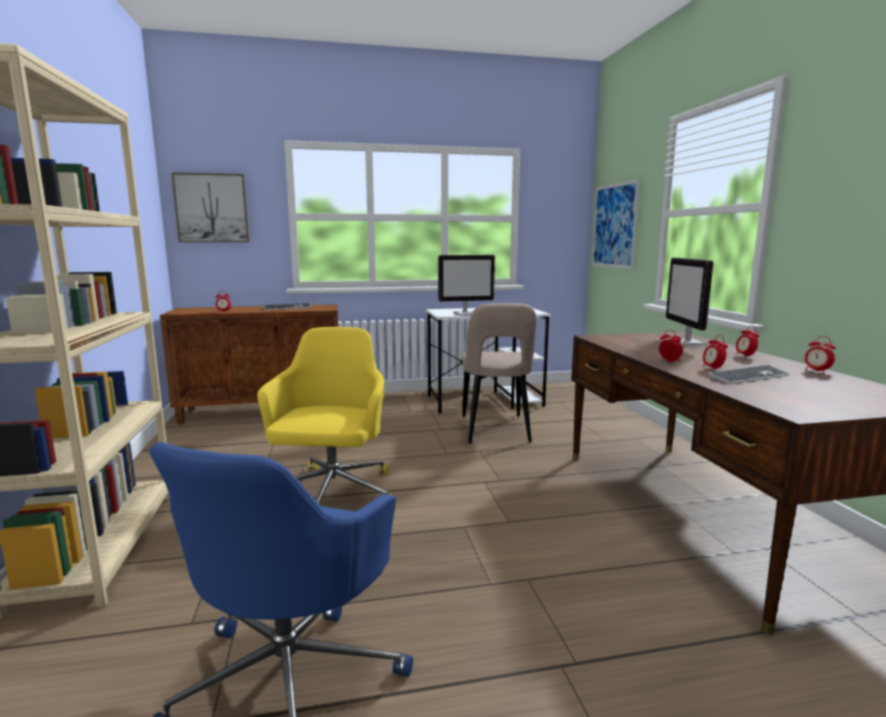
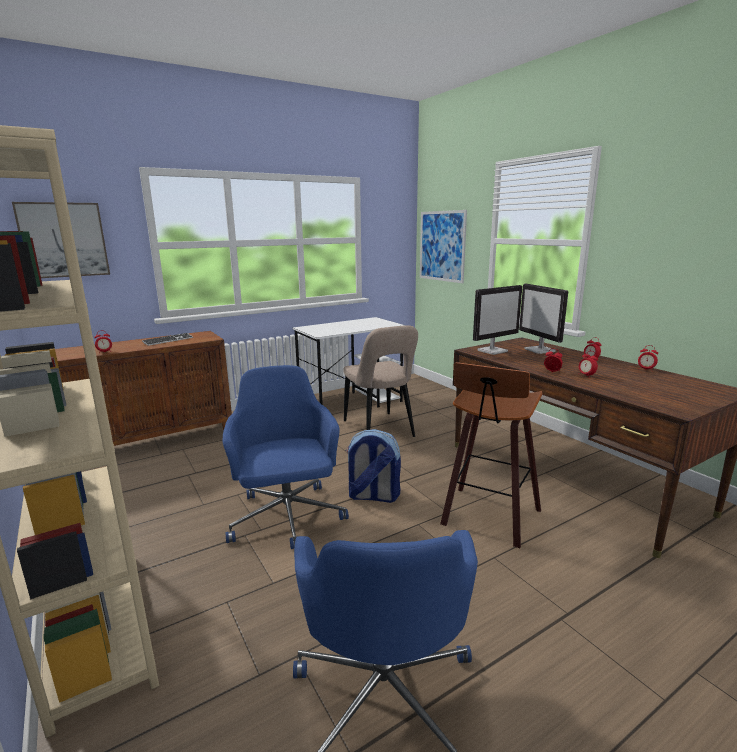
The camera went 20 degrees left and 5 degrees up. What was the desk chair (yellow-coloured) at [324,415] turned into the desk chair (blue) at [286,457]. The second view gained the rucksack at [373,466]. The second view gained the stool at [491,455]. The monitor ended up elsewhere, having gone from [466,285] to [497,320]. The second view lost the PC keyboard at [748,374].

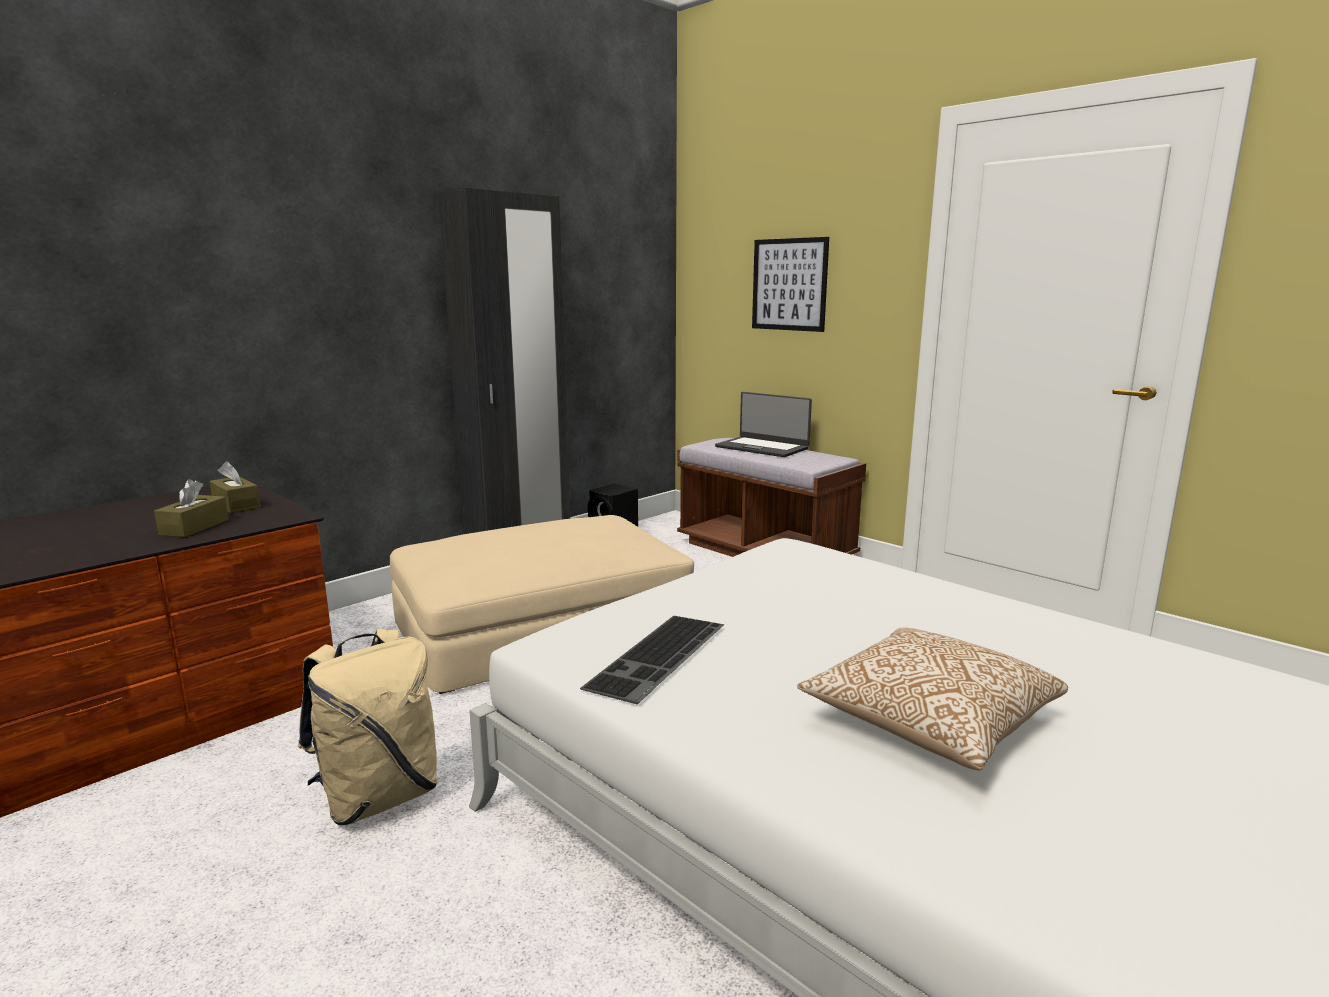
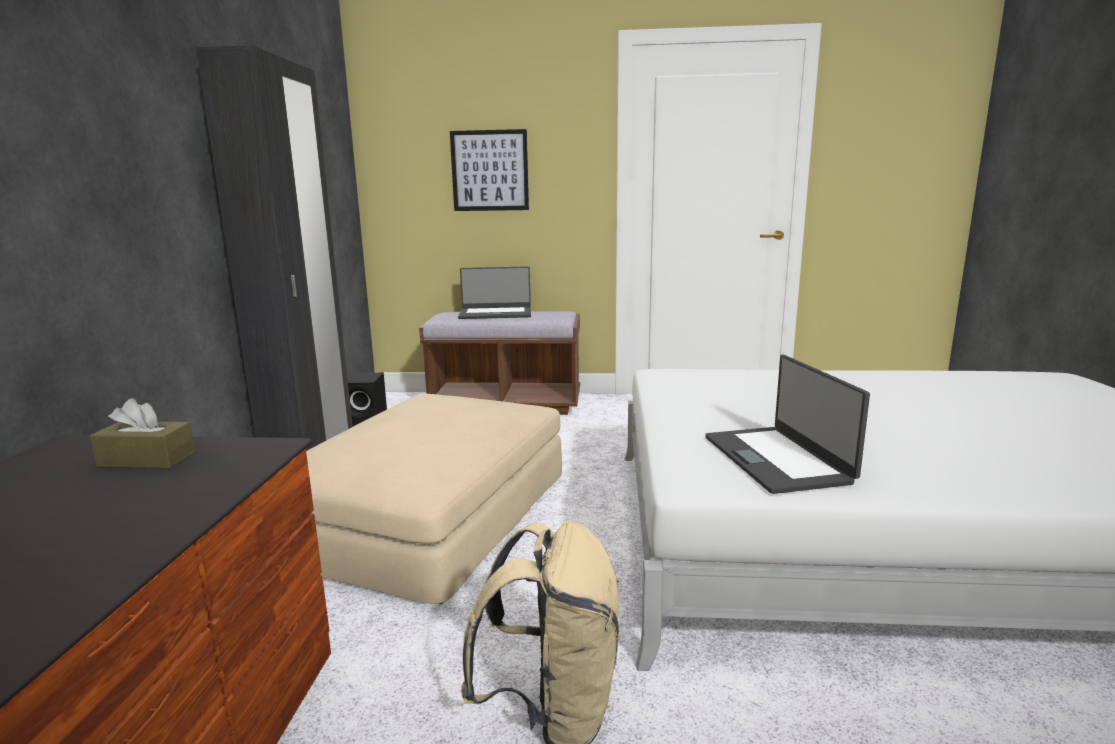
The camera went 40 degrees left and 0 degrees up. Where the PC keyboard stood at [652,660], the notebook computer came to stand at [787,424]. The second view lost the box of tissues (brown-coloured) at [191,508]. The second view lost the throw pillow at [932,699].

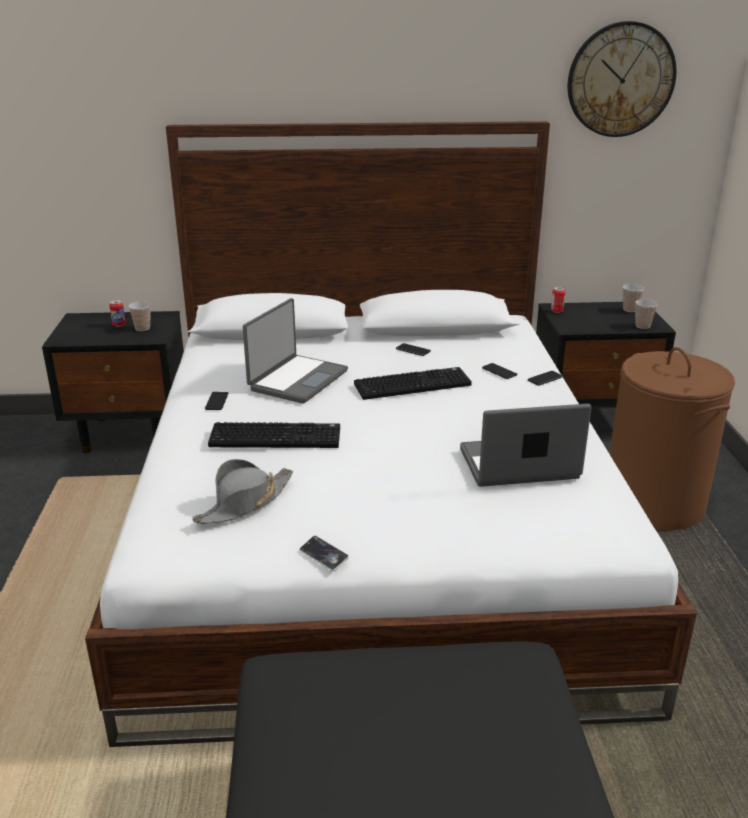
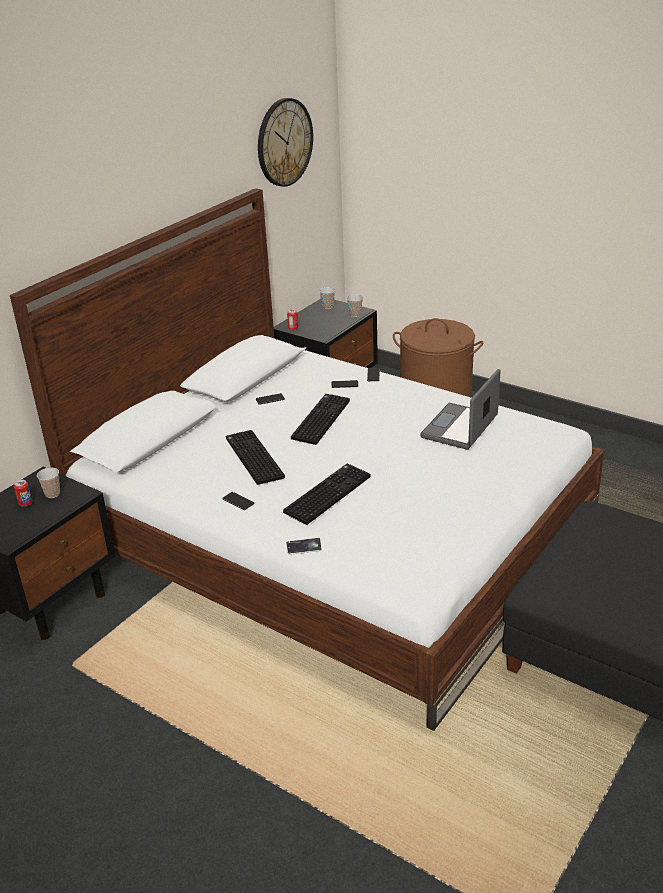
The camera went 50 degrees left and 5 degrees up. Where the notebook computer stood at [295,351], the PC keyboard came to stand at [255,457]. The telephone ended up elsewhere, having gone from [324,553] to [304,546]. The second view lost the clothing hat (greyish) at [242,491].

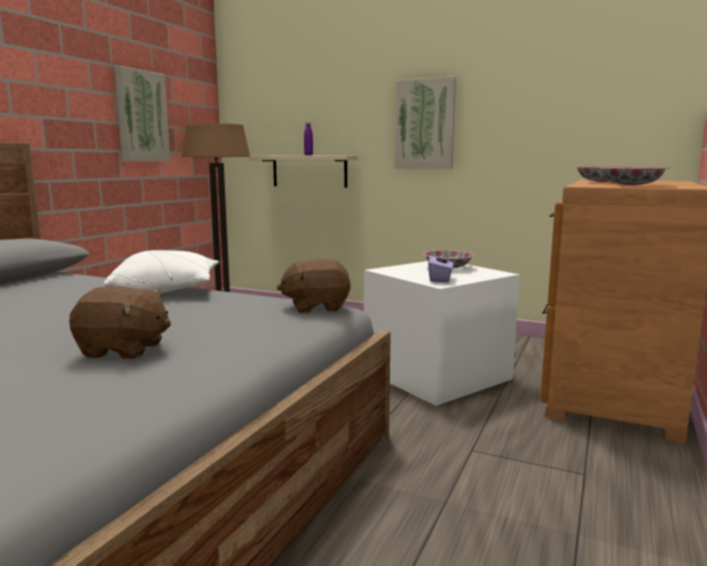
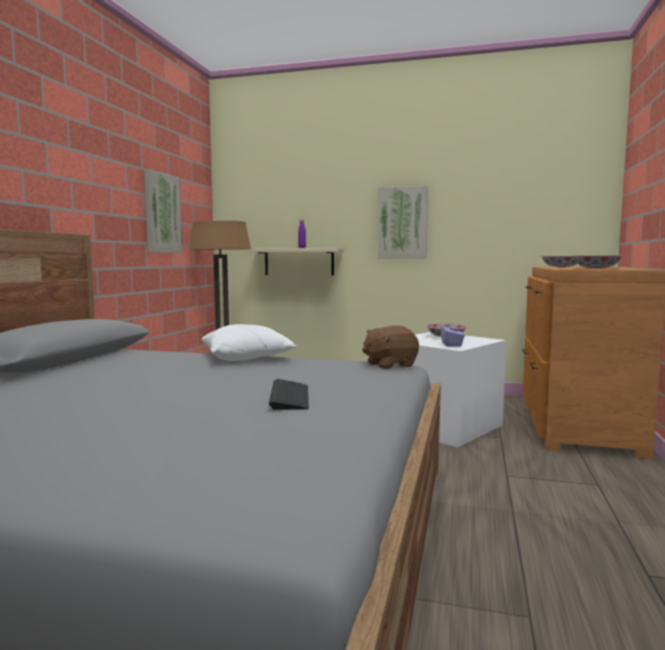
The camera went 10 degrees left and 5 degrees down. Where the cuddly toy (brown-coloured) stood at [120,322], the PC keyboard came to stand at [289,394].

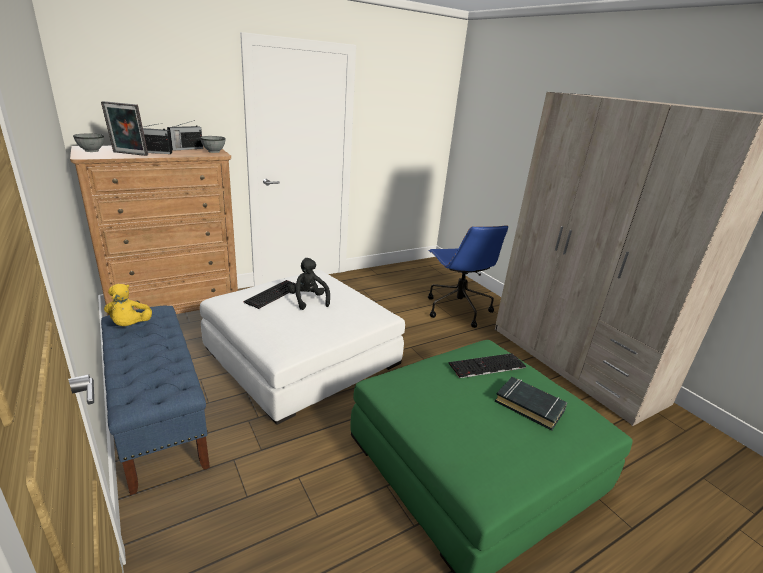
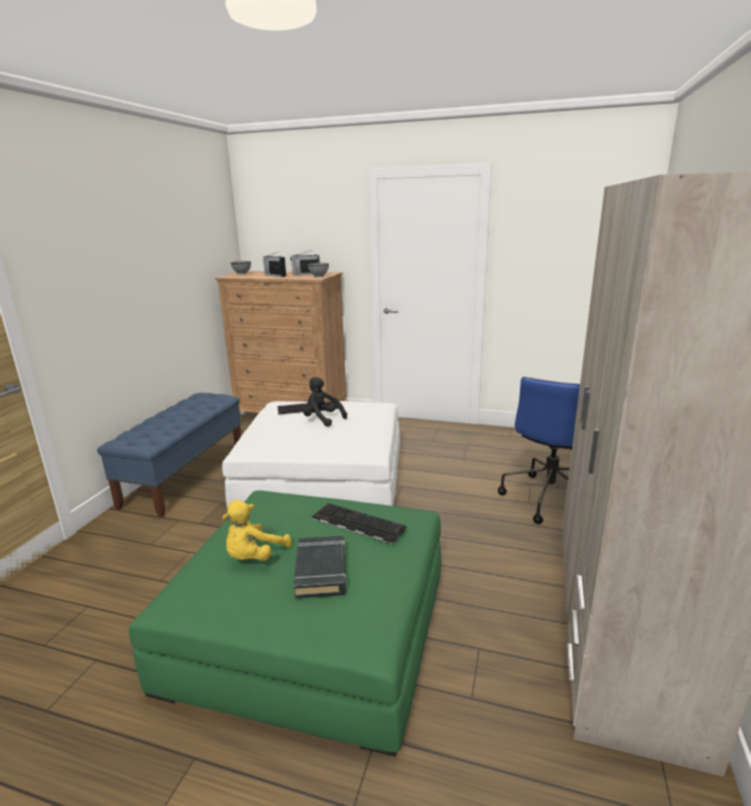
The camera went 50 degrees right and 5 degrees down. The cuddly toy (yellow-coloured) ended up elsewhere, having gone from [128,305] to [257,530]. The cuddly toy (black-coloured) at [309,284] ended up facing another way, 75 degrees counterclockwise from before. The second view lost the picture frame at [124,128].

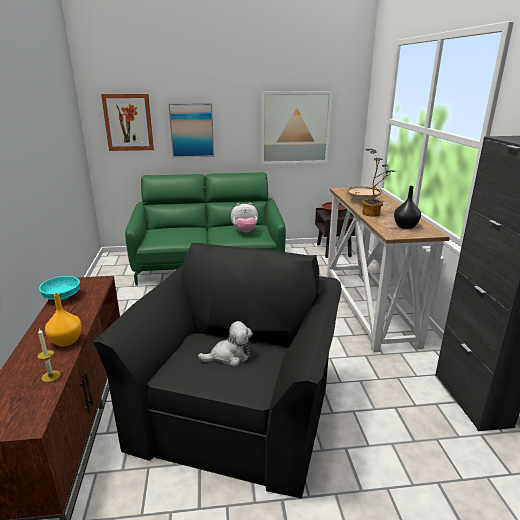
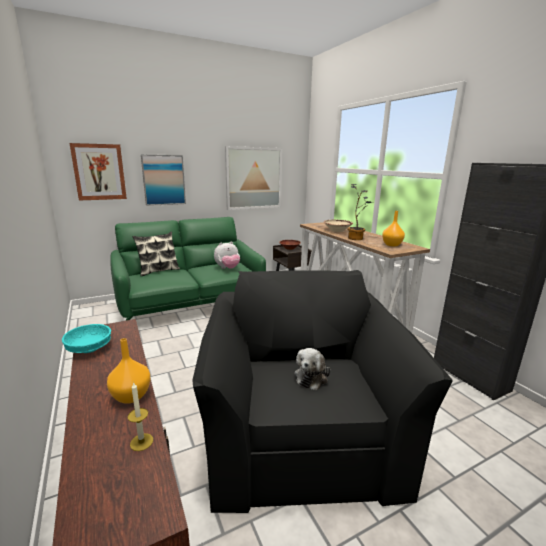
The camera went 20 degrees left and 5 degrees down. The second view gained the throw pillow at [156,254]. The cuddly toy at [225,343] ended up facing another way, 150 degrees clockwise from before. What was the flower vase (black-coloured) at [407,207] turned into the flower vase (orange) at [393,228].

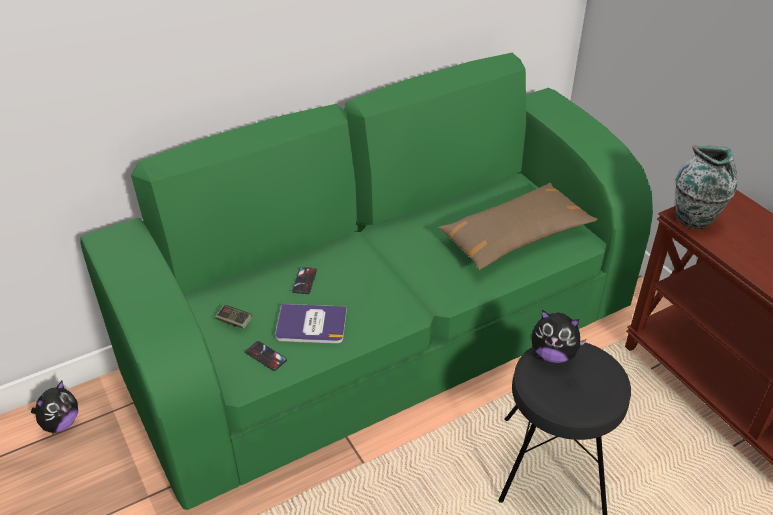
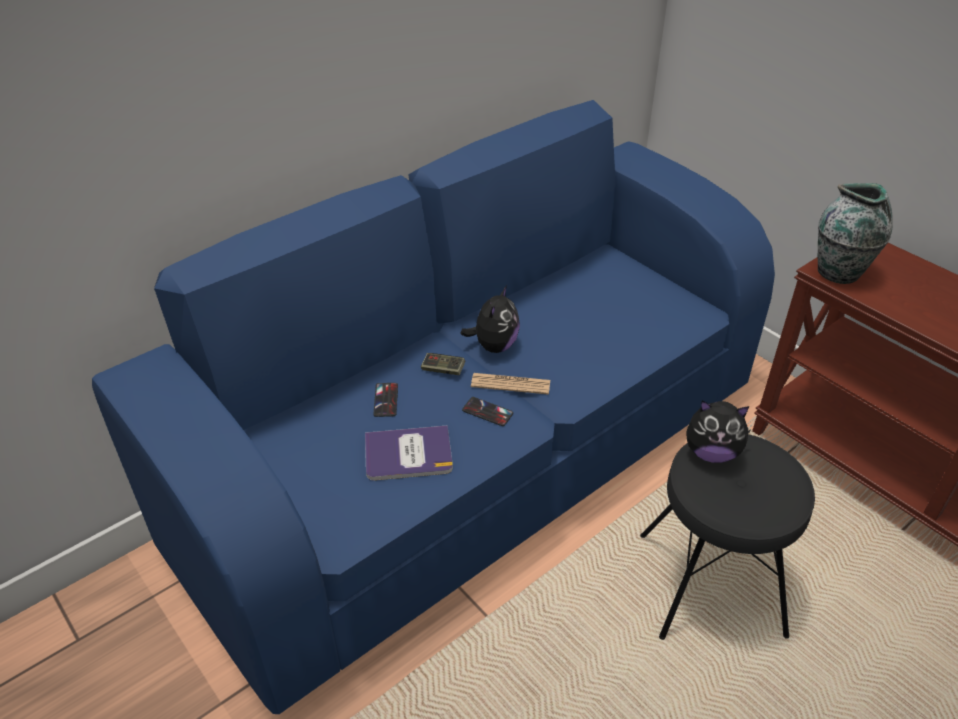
The camera went 10 degrees left and 0 degrees up. What was the sofa (green-coloured) at [366,281] turned into the sofa (blue) at [433,407]. The game controller ended up elsewhere, having gone from [233,317] to [443,364]. The cuddly toy ended up elsewhere, having gone from [54,407] to [490,319]. The telephone ended up elsewhere, having gone from [266,356] to [487,411]. The second view gained the printed paper at [510,384]. The second view lost the throw pillow (brown-coloured) at [517,226].

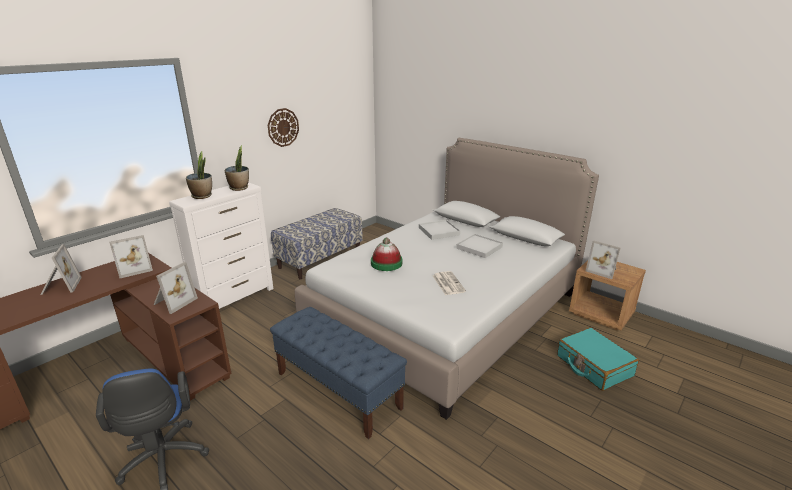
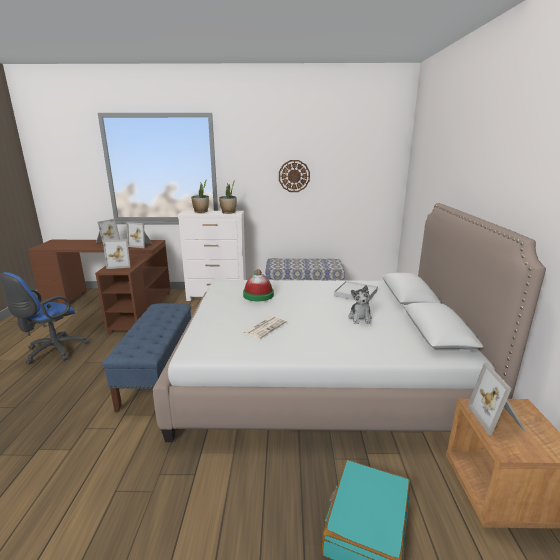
The camera went 50 degrees right and 5 degrees down. Where the serving tray (white-coloured) stood at [479,246], the cuddly toy came to stand at [360,304].

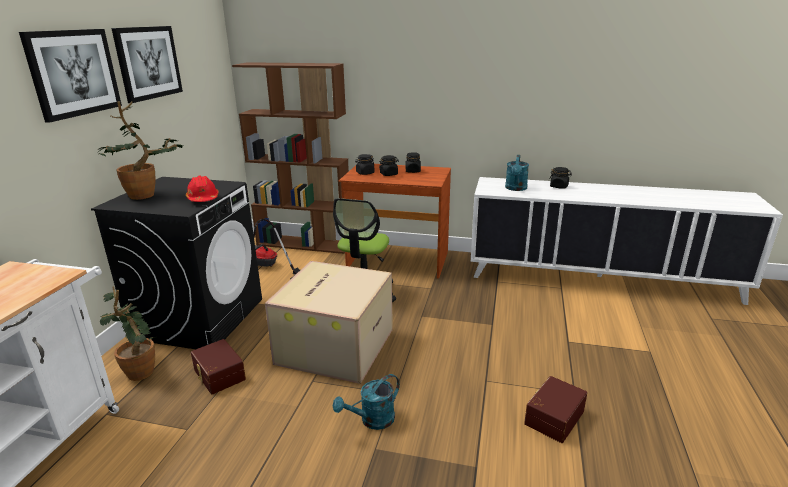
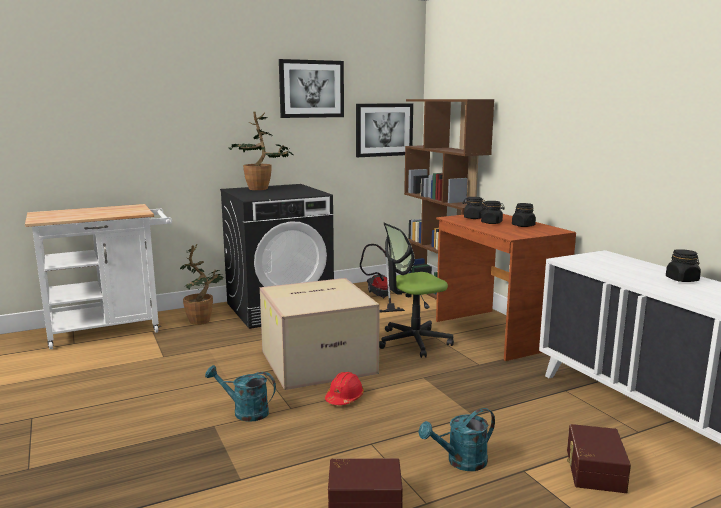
The camera went 50 degrees right and 10 degrees down. The safety helmet (red-coloured) ended up elsewhere, having gone from [202,188] to [344,388]. The wall art ended up elsewhere, having gone from [70,76] to [384,130]. The watering can (turquoise-coloured) ended up elsewhere, having gone from [517,173] to [456,439]. The storage bin (brown-coloured) ended up elsewhere, having gone from [218,367] to [599,458].

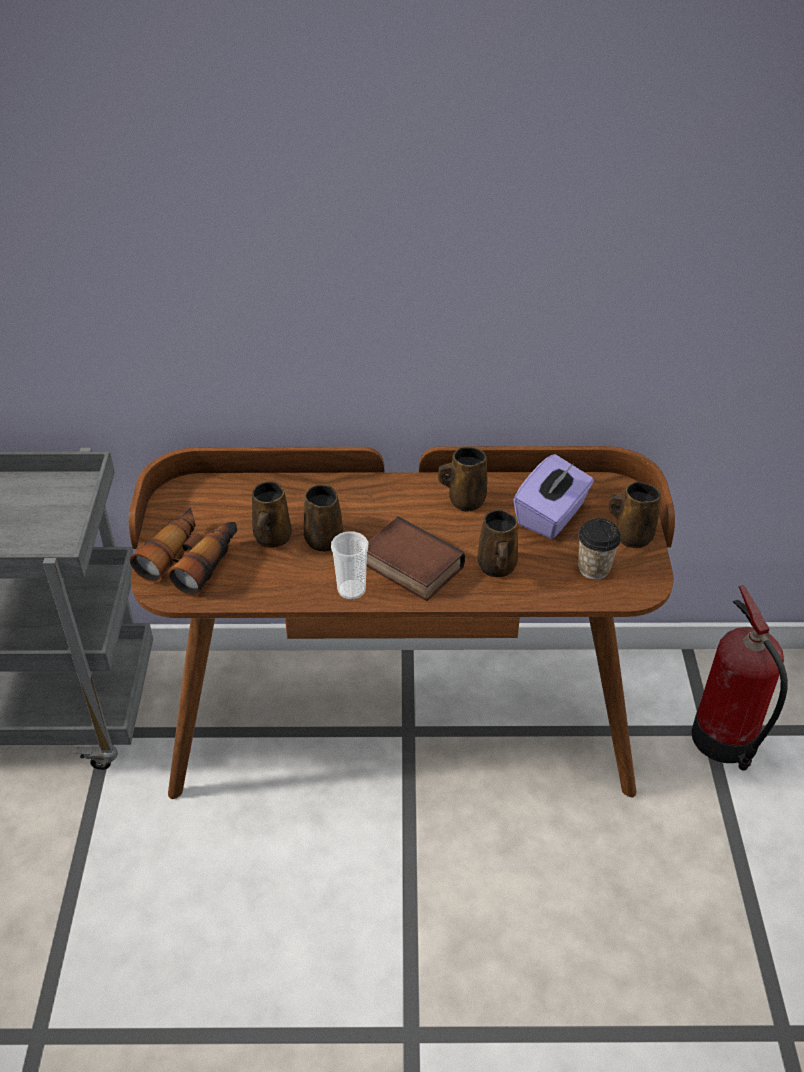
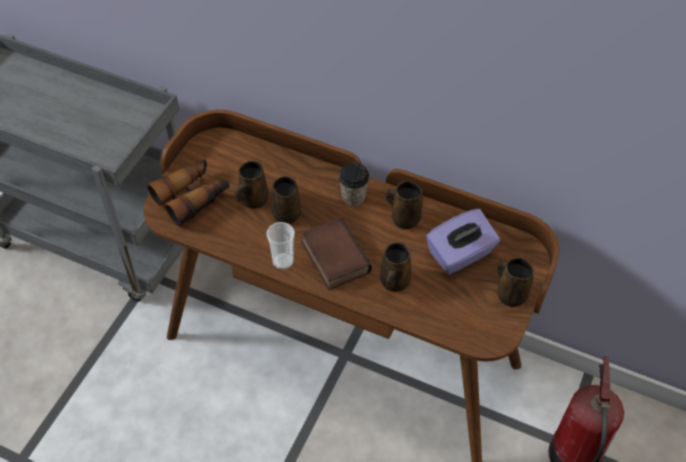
The camera went 25 degrees right and 10 degrees up. The drinking cup ended up elsewhere, having gone from [599,548] to [354,184].

